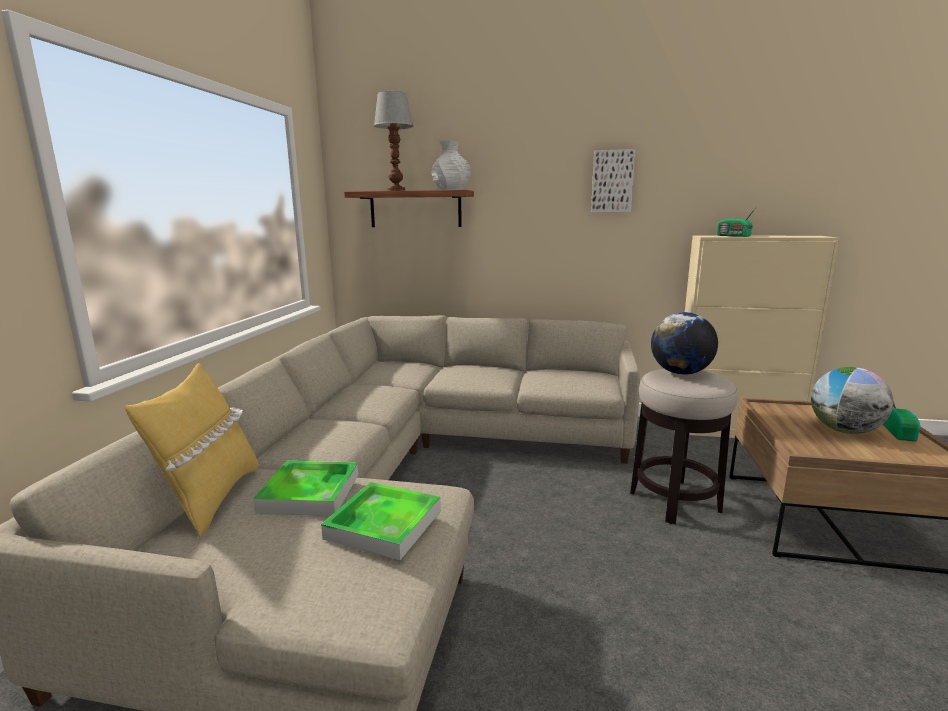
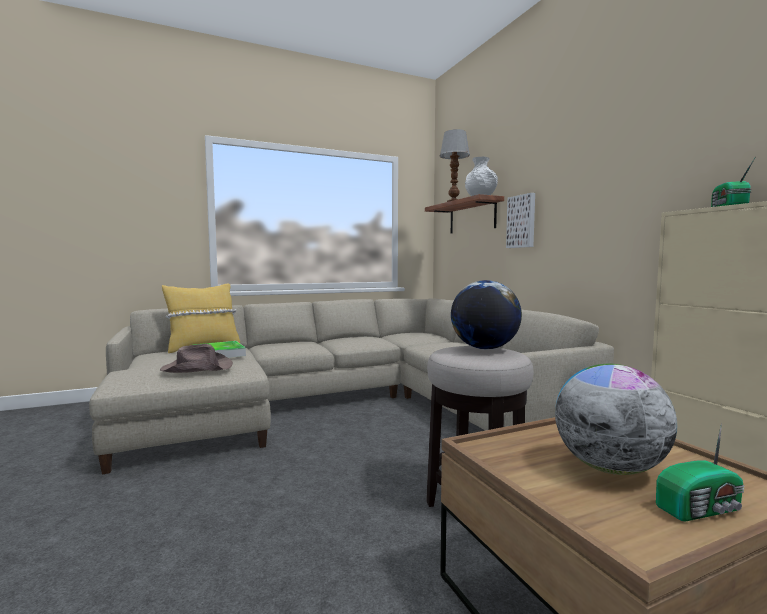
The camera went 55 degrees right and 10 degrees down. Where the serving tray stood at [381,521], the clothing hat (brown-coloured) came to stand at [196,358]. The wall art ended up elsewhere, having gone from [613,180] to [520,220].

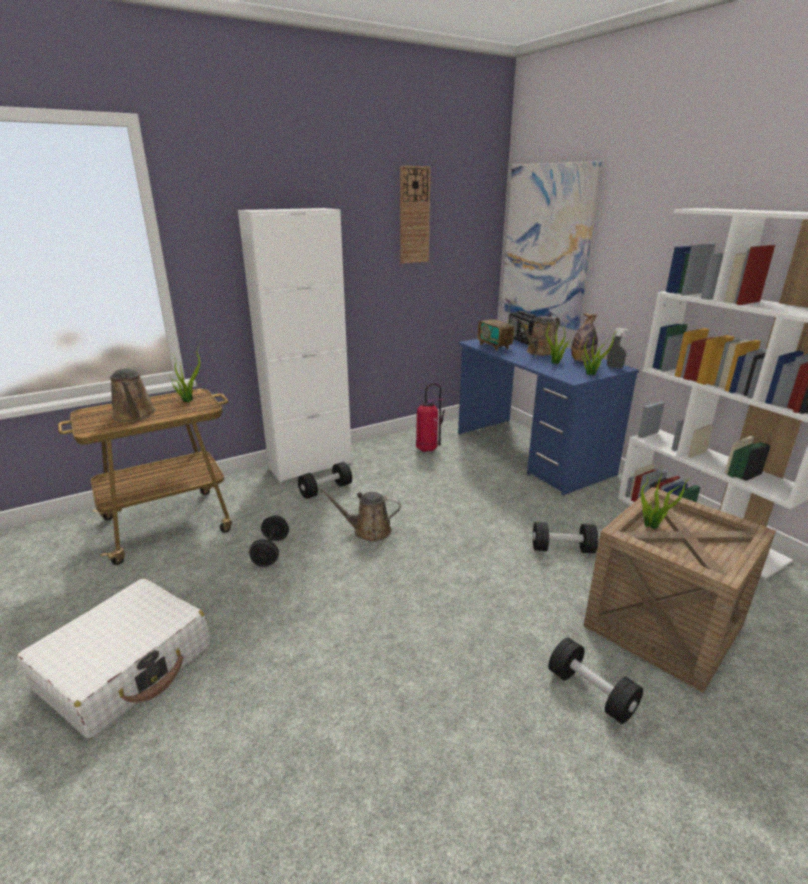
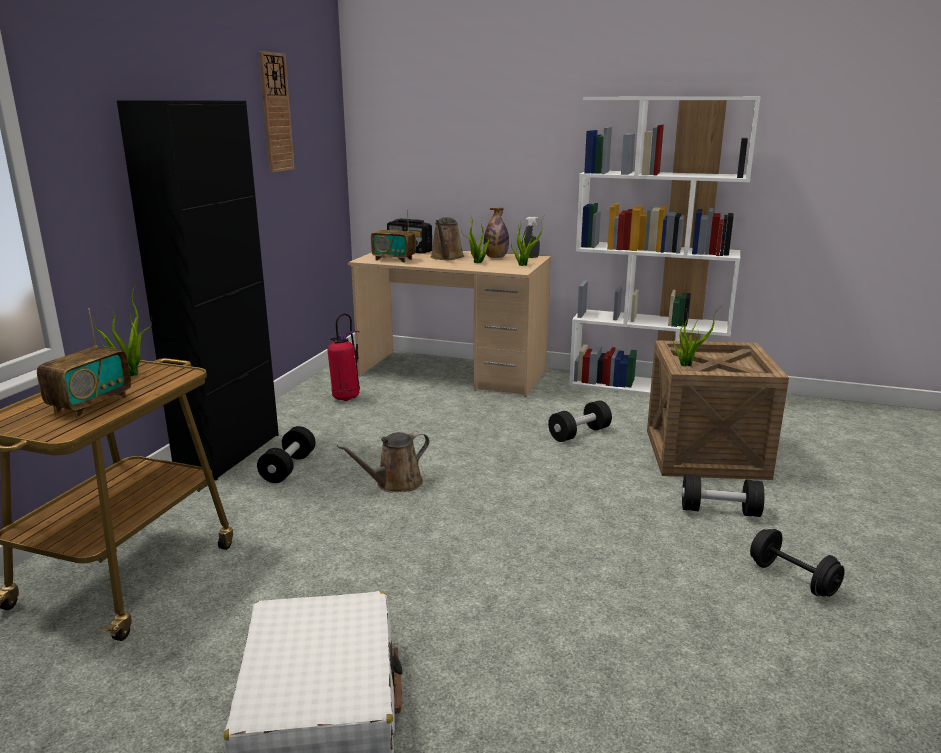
The camera went 40 degrees left and 5 degrees down. Where the watering can (brown-coloured) stood at [133,394], the radio receiver came to stand at [84,363]. What was the cabinet (white-coloured) at [295,345] turned into the cabinet (black-coloured) at [198,290]. What was the desk table (blue) at [548,417] turned into the desk table (beige) at [449,324]. The free weight (black-coloured) ended up elsewhere, having gone from [269,541] to [797,563]. The second view lost the wall art at [551,245].

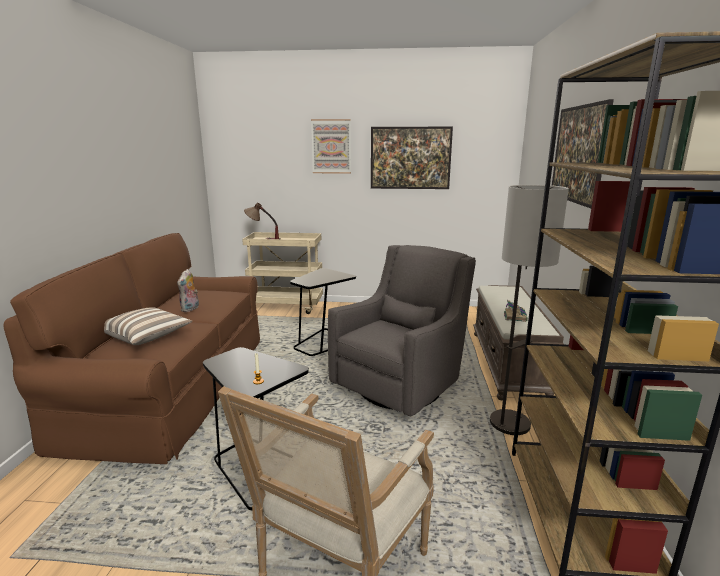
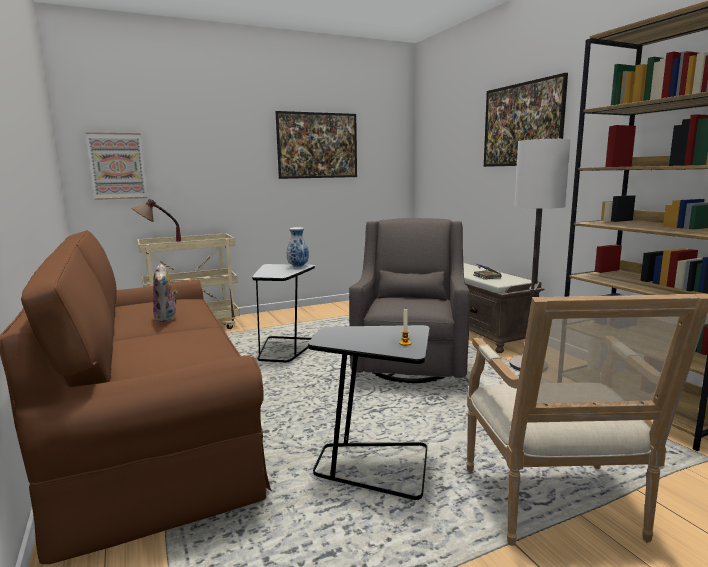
The camera went 30 degrees left and 5 degrees down. The wall art ended up elsewhere, having gone from [331,146] to [116,166]. The second view gained the flower vase at [298,247]. The second view lost the throw pillow at [148,326].

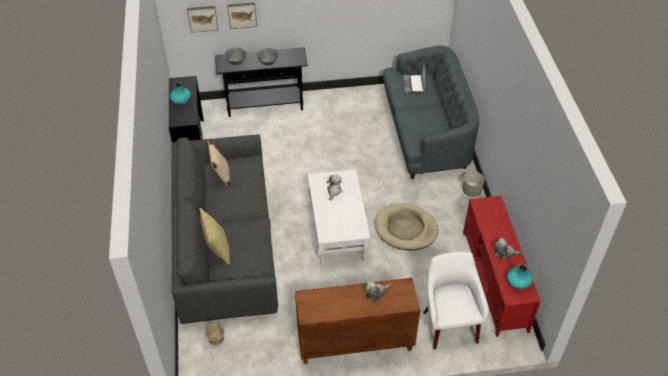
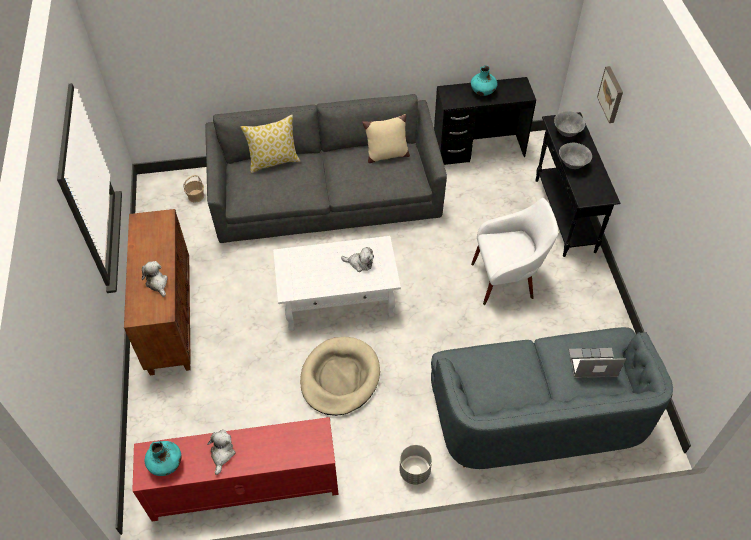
The camera went 90 degrees right and 5 degrees up. The lounge chair (white-coloured) ended up elsewhere, having gone from [456,301] to [514,251]. The second view lost the wall art at [202,19].

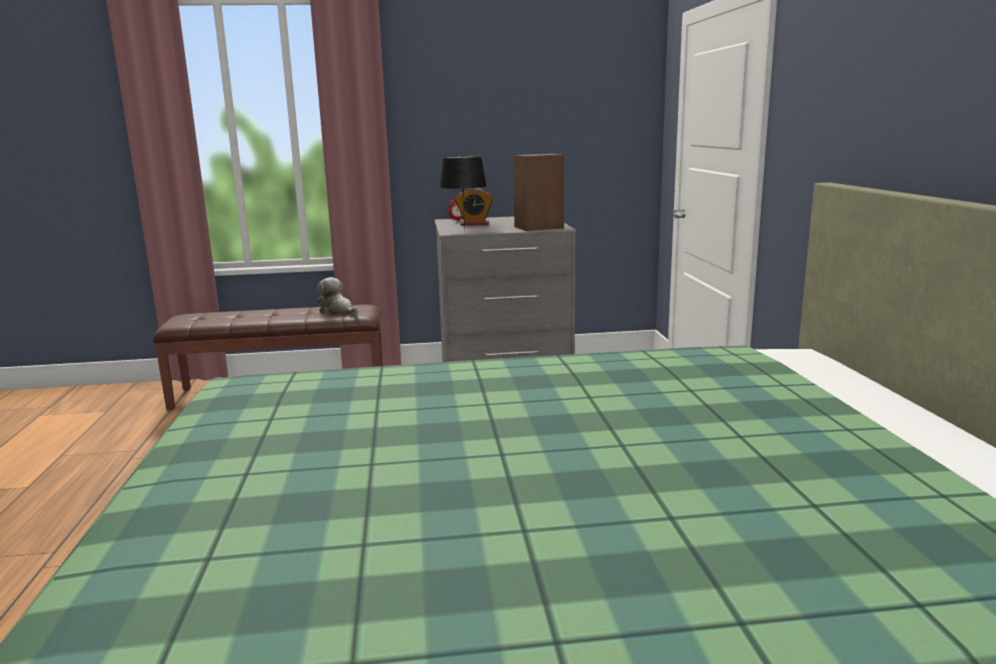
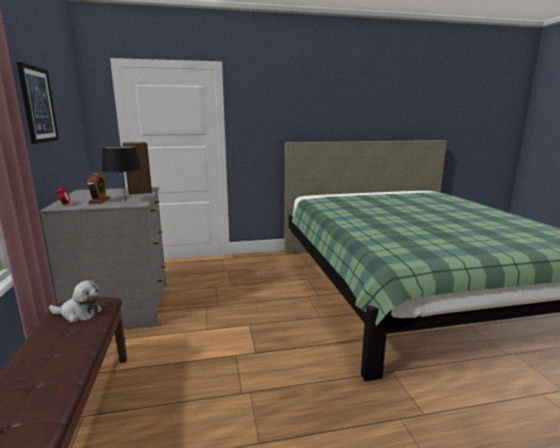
The camera went 95 degrees left and 0 degrees up. The second view gained the wall art at [38,103]. The cuddly toy at [337,296] ended up facing another way, 120 degrees counterclockwise from before.

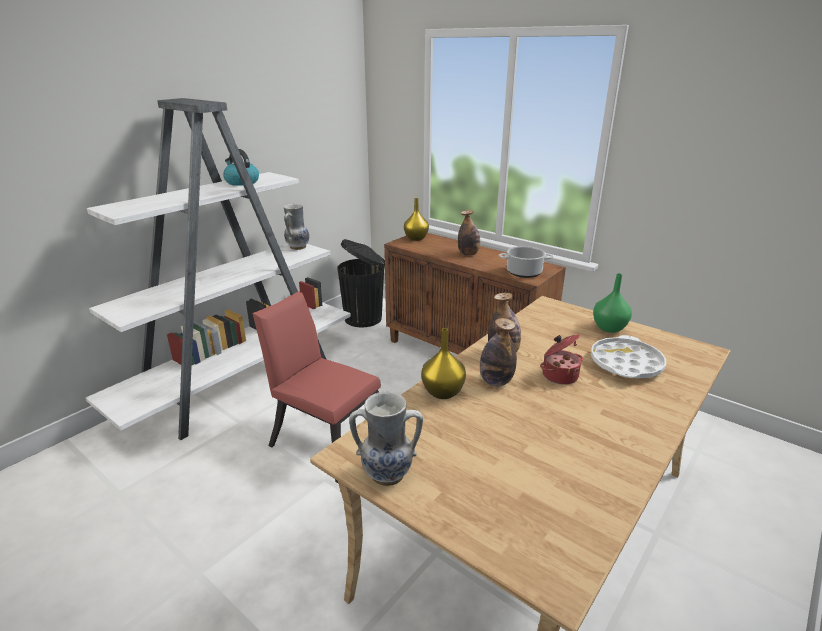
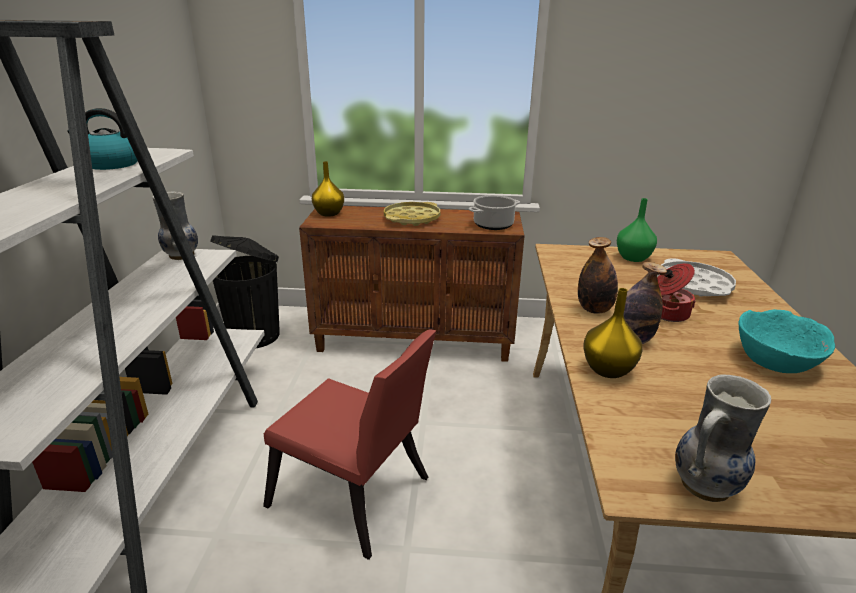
The camera went 35 degrees left and 0 degrees up. The upright chair (red-coloured) at [316,387] ended up facing another way, 150 degrees counterclockwise from before. Where the beverage bottle stood at [469,233], the serving tray (yellow-coloured) came to stand at [412,214]. The second view gained the deep dish (turquoise-coloured) at [787,341].

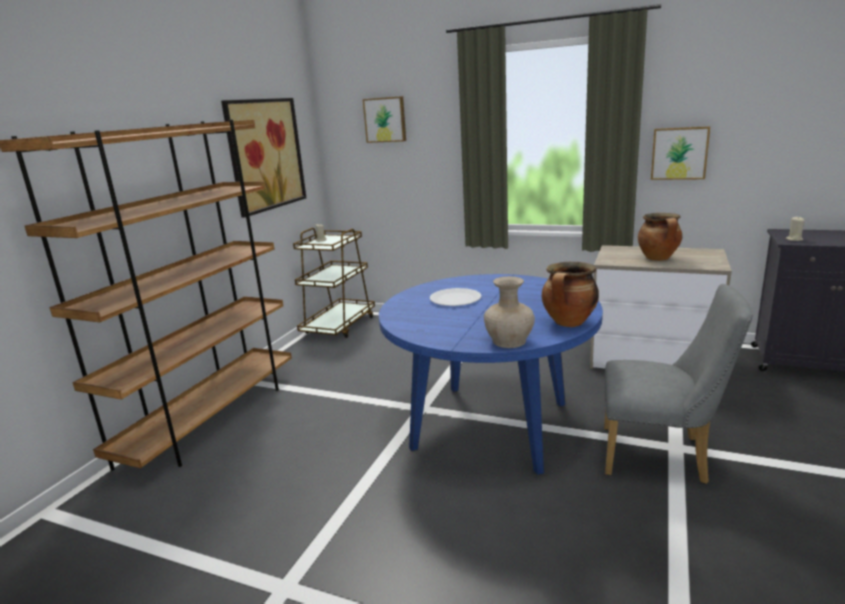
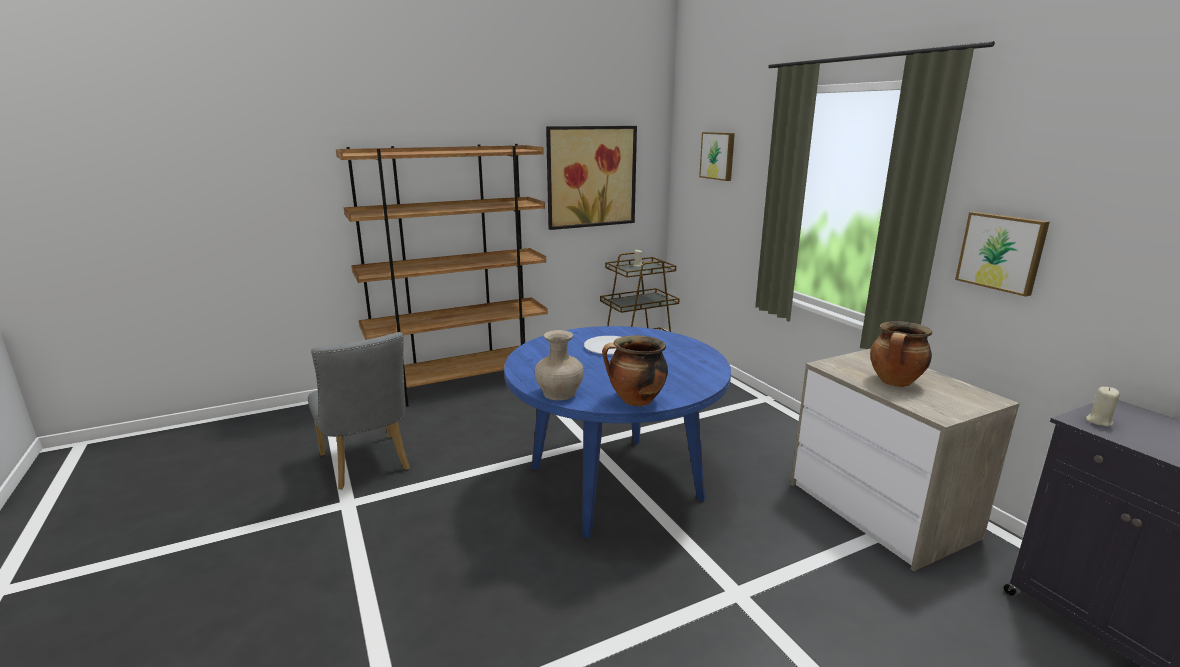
The camera went 40 degrees right and 0 degrees up. The upright chair (greyish) ended up elsewhere, having gone from [678,384] to [359,411].

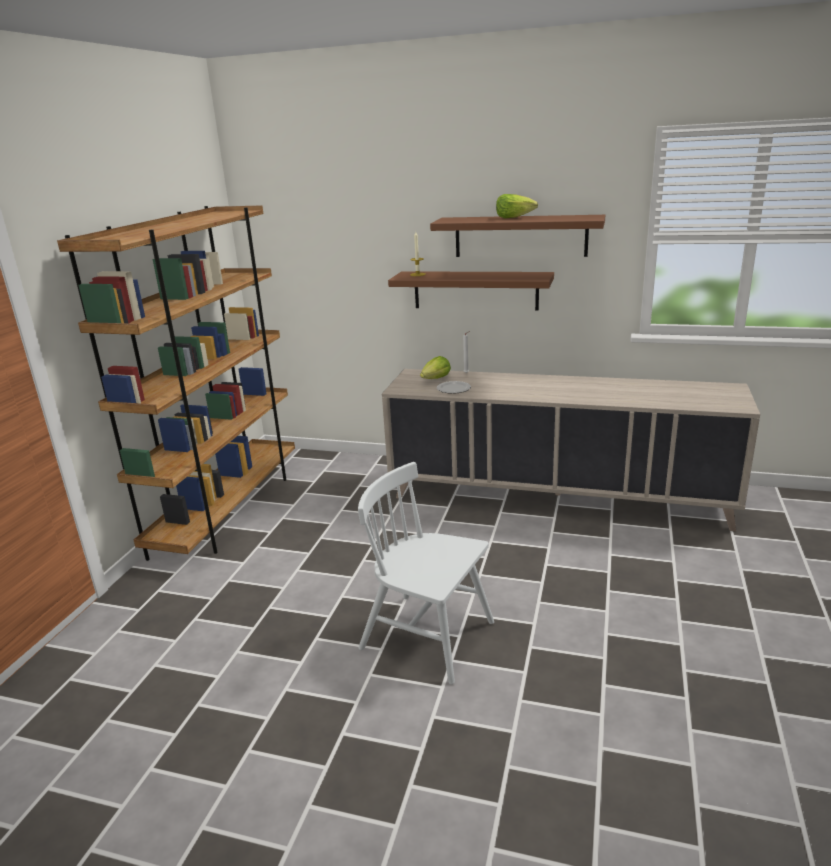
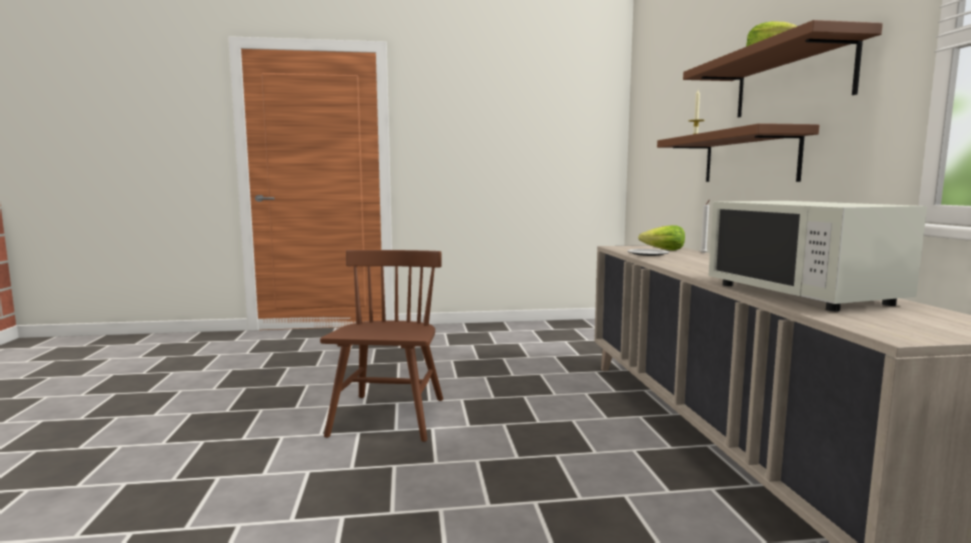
The camera went 65 degrees right and 15 degrees down. What was the upright chair (white-coloured) at [426,573] turned into the upright chair (brown-coloured) at [381,346]. The second view gained the microwave oven (white-coloured) at [818,256]. The second view lost the bookcase (brown-coloured) at [176,383].

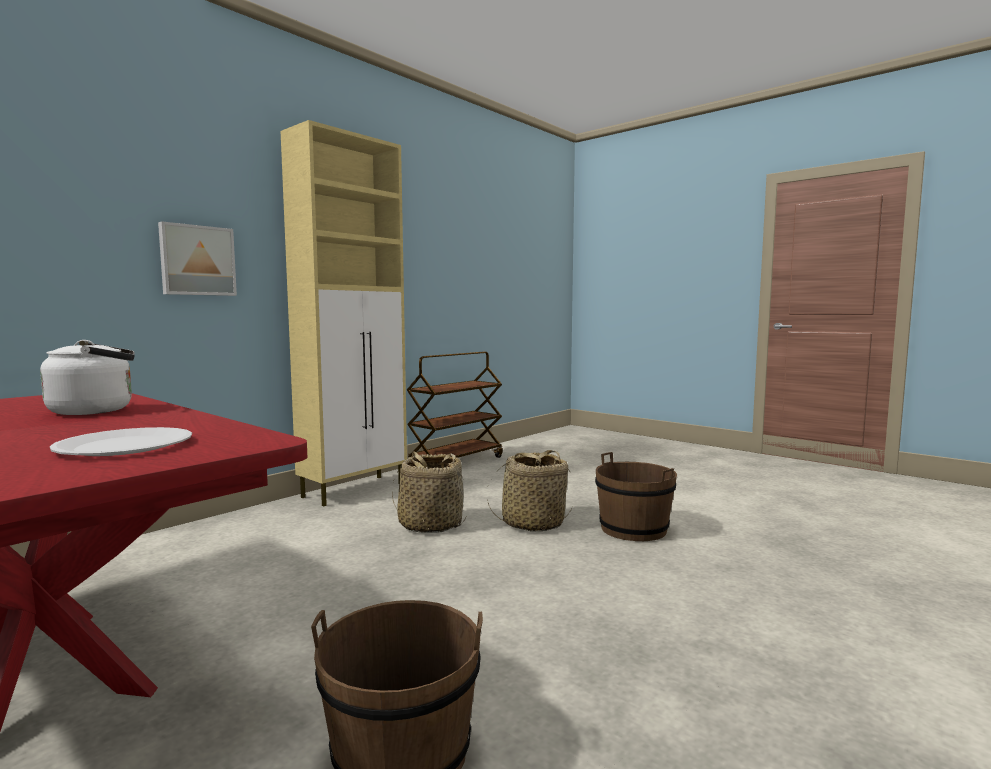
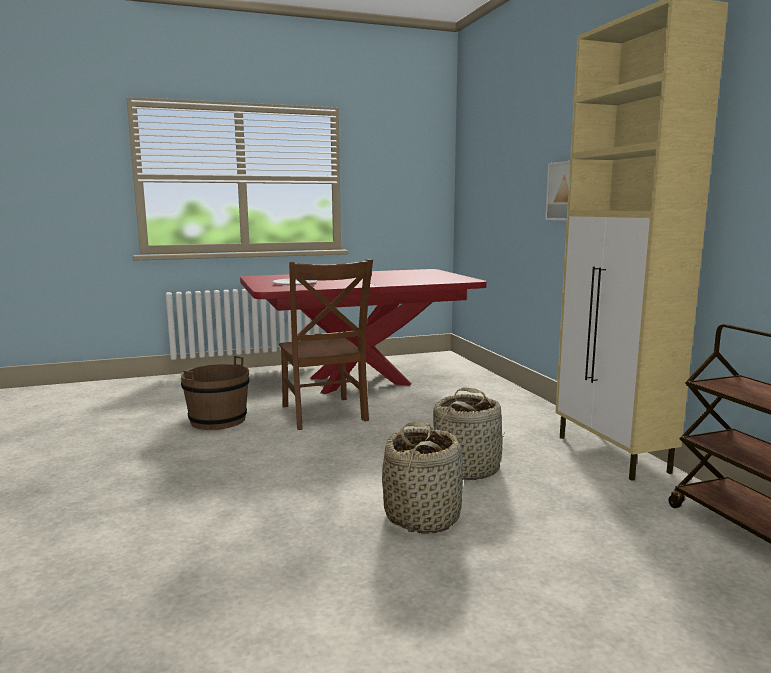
The camera went 120 degrees right and 5 degrees up. The second view gained the upright chair (brown-coloured) at [326,344]. The second view lost the kettle (white-coloured) at [87,377]. The second view lost the pail (brown-coloured) at [636,496].

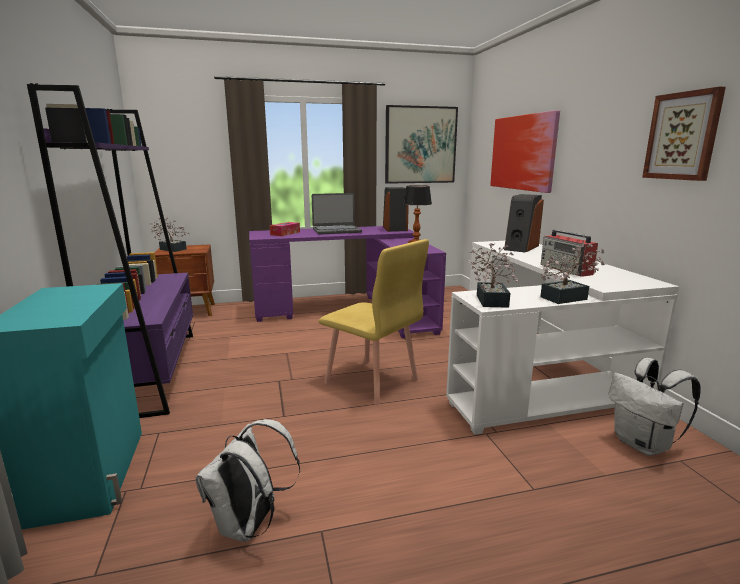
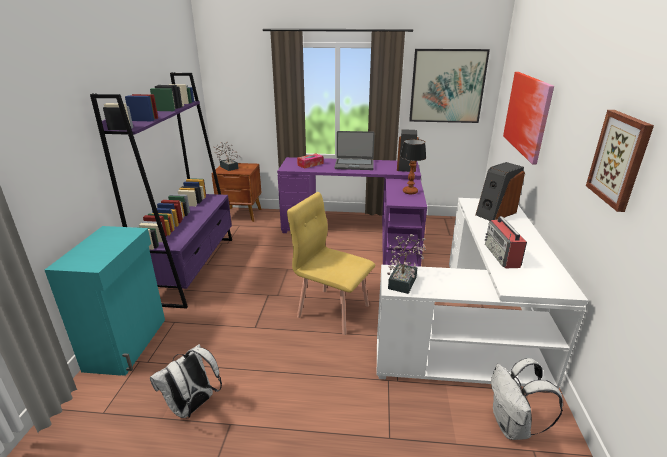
The camera went 20 degrees right and 10 degrees up. The upright chair (yellow-coloured) at [374,322] ended up facing another way, 150 degrees clockwise from before. The second view lost the houseplant at [572,274].

